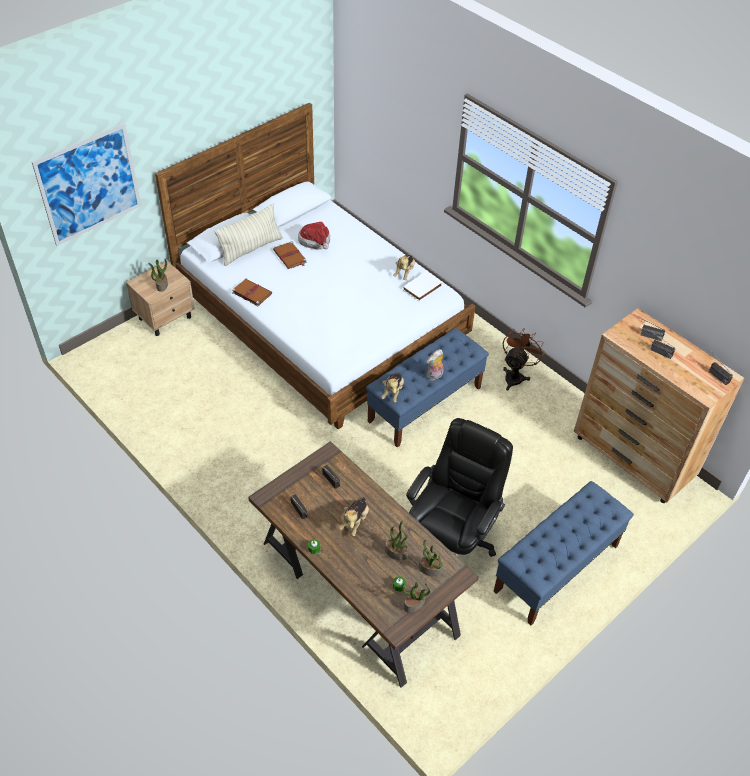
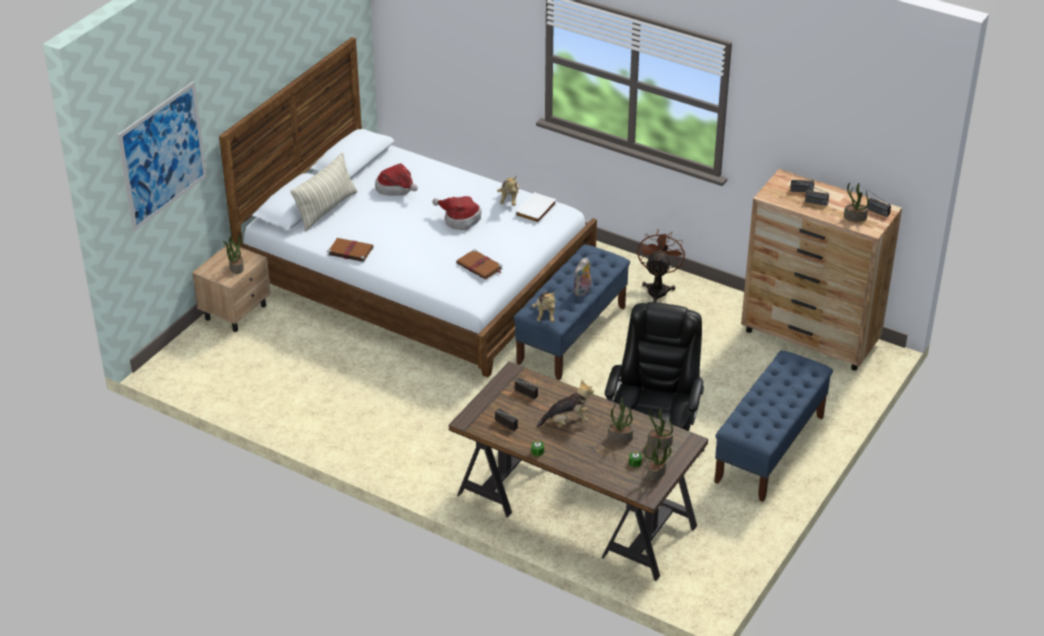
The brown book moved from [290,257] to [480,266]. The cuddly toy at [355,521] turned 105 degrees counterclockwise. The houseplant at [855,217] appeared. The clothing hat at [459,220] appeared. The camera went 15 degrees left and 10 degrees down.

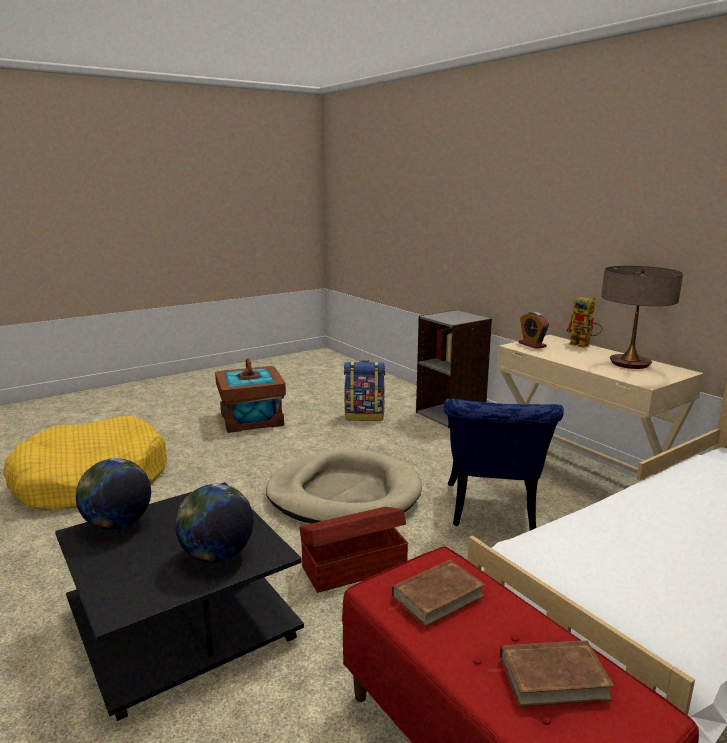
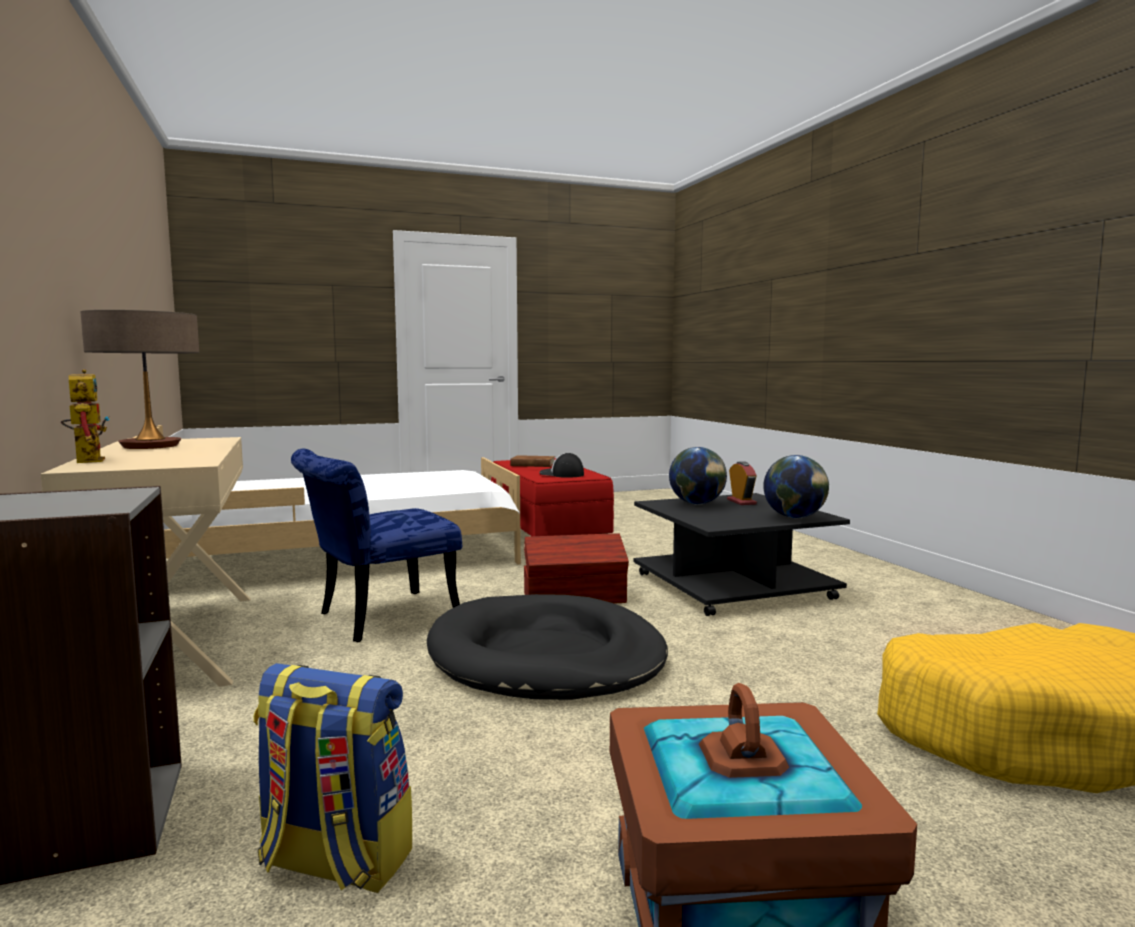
The bedside clock moved from [532,345] to [741,502]. The bluish upright chair at [491,513] turned 150 degrees counterclockwise. The beige dog bed at [344,494] became the blackish dog bed at [546,656]. The brown book at [437,596] was replaced by the peaked cap at [561,474]. The camera went 165 degrees left and 10 degrees down.

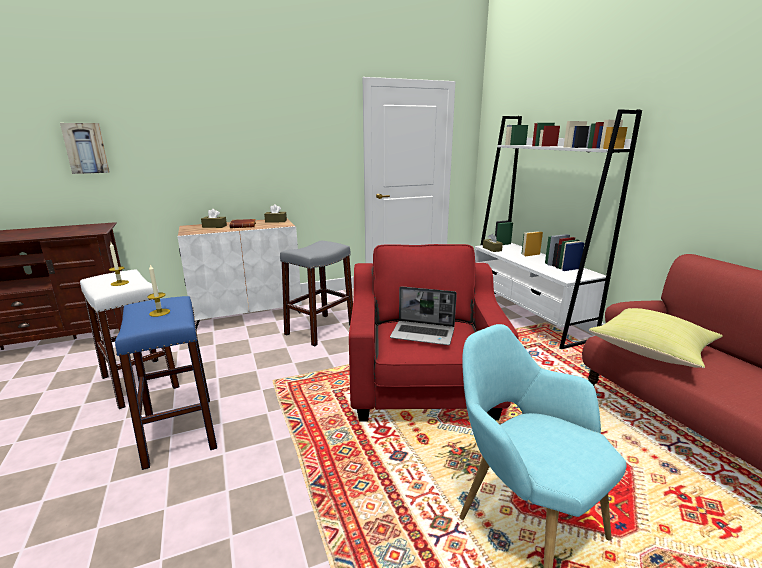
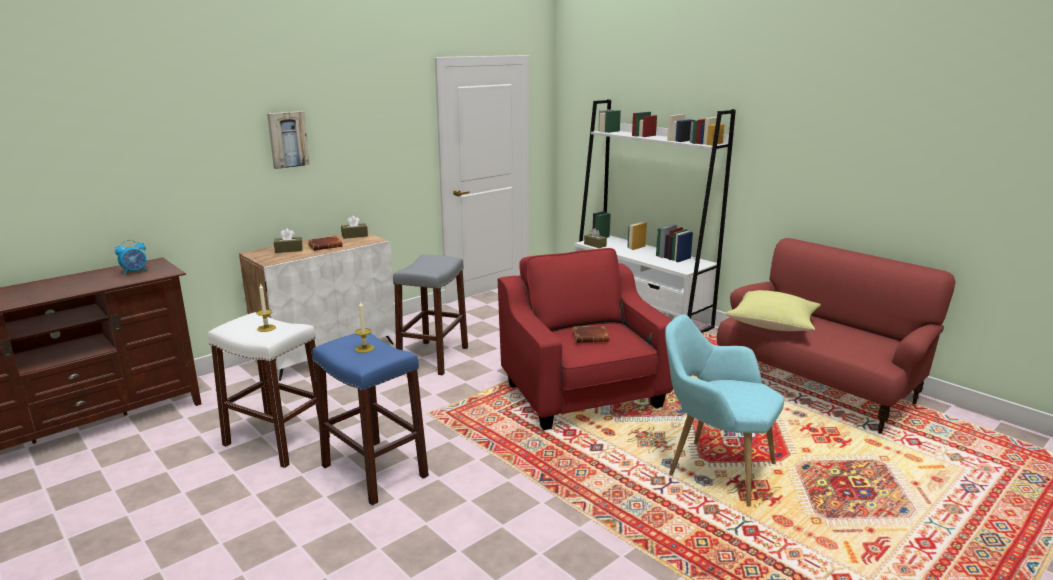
The wall picture moved from [86,148] to [287,139]. The notebook computer at [423,334] was replaced by the brown book at [591,337]. The bedside clock at [135,271] appeared. The camera went 20 degrees left and 0 degrees up.

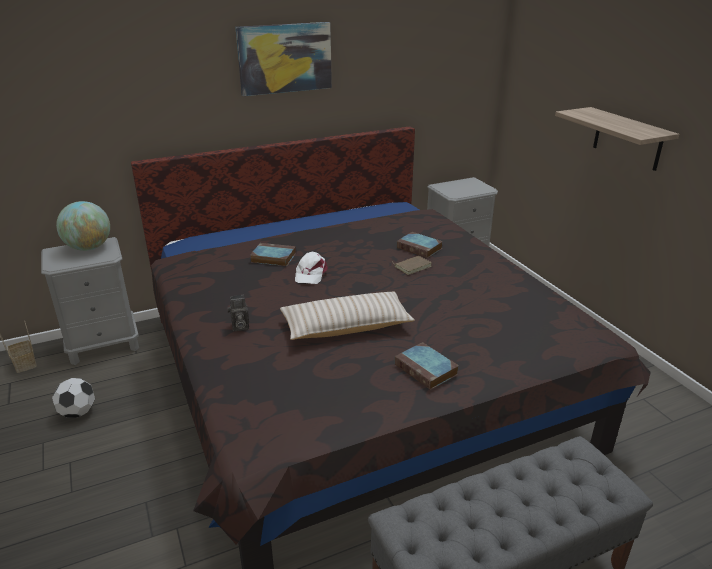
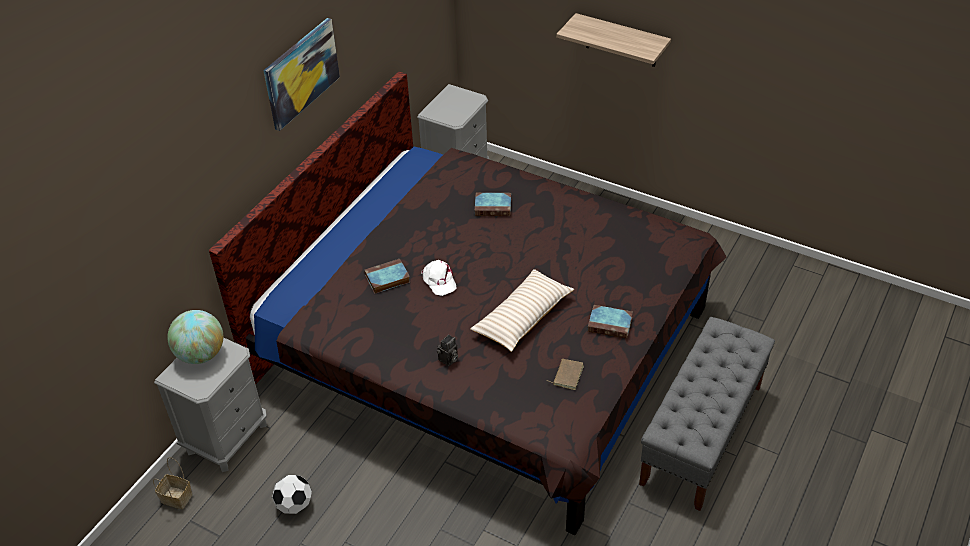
The brown book moved from [412,266] to [567,375]. The camera went 35 degrees left and 15 degrees up.

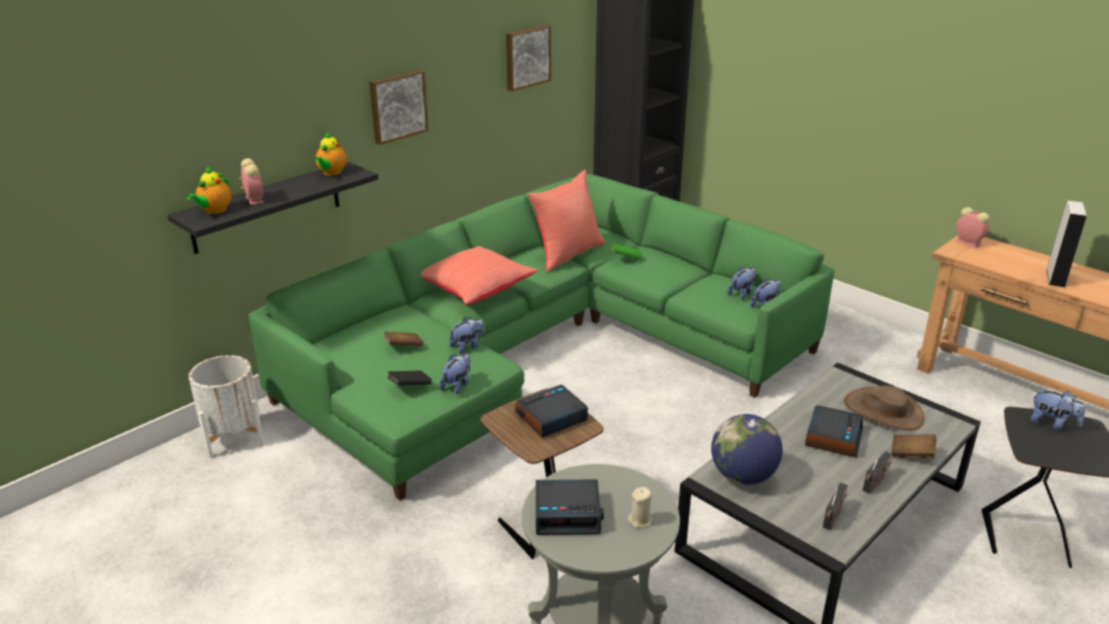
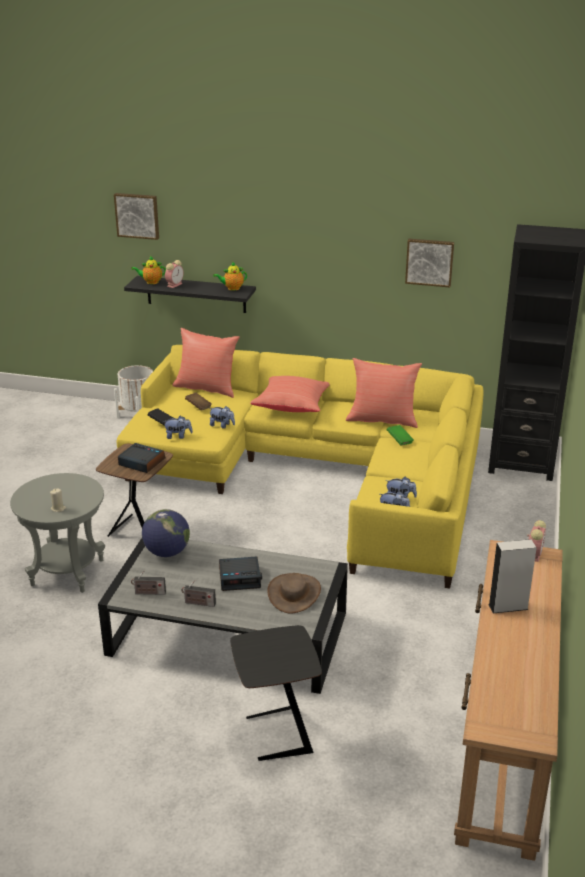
The wall picture moved from [397,106] to [137,215]. The green-coloured settee at [539,351] became the yellowish settee at [318,473]. The cuddly toy at [1052,423] disappeared. The brown book at [911,455] disappeared. The bedside clock at [568,513] disappeared. The red-coloured throw pillow at [207,388] appeared. The camera went 60 degrees right and 0 degrees up.

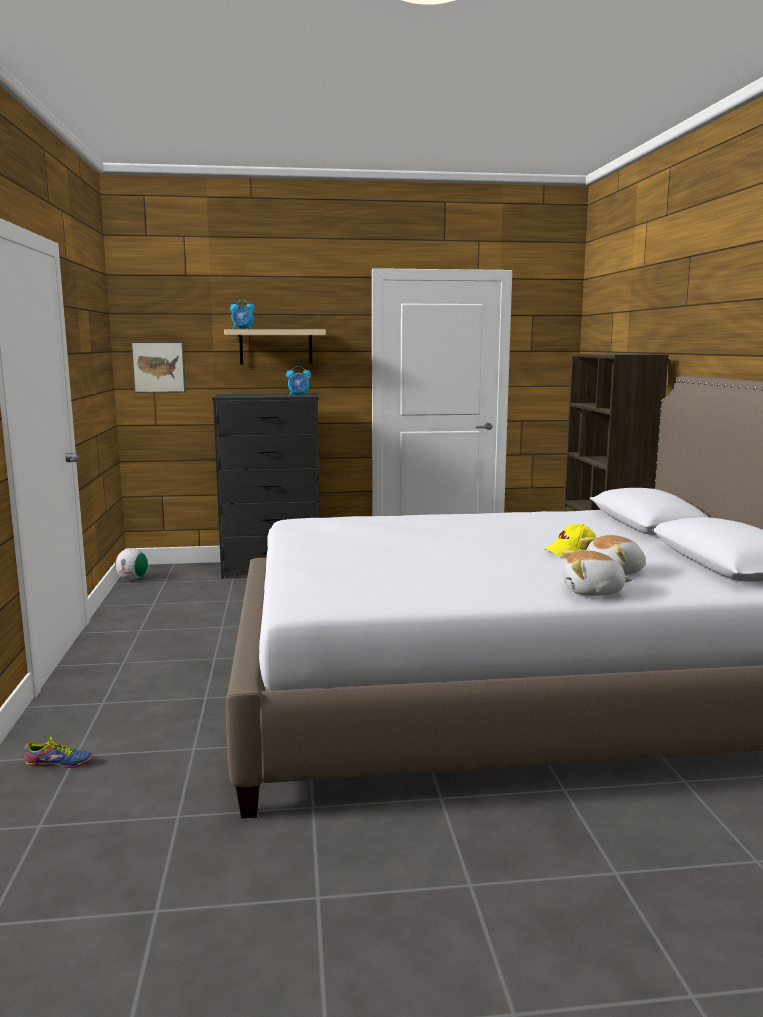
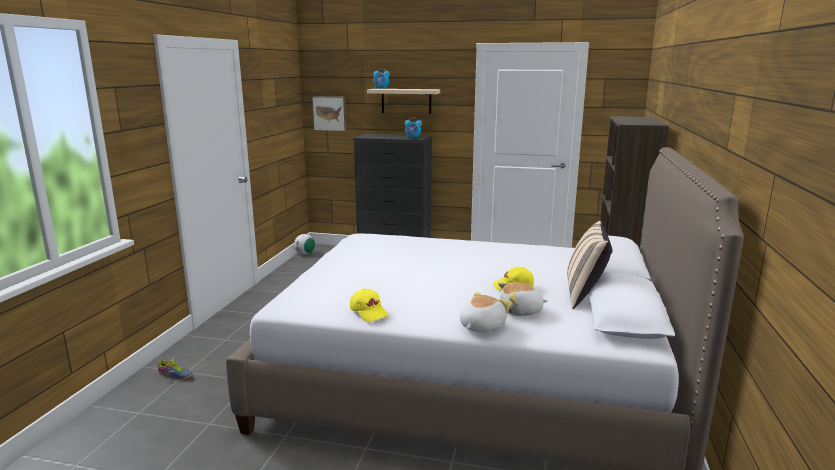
The cuddly toy at [593,592] turned 105 degrees clockwise. The beige throw pillow at [585,295] appeared. The yellowish peaked cap at [369,313] appeared. The camera went 20 degrees right and 5 degrees up.

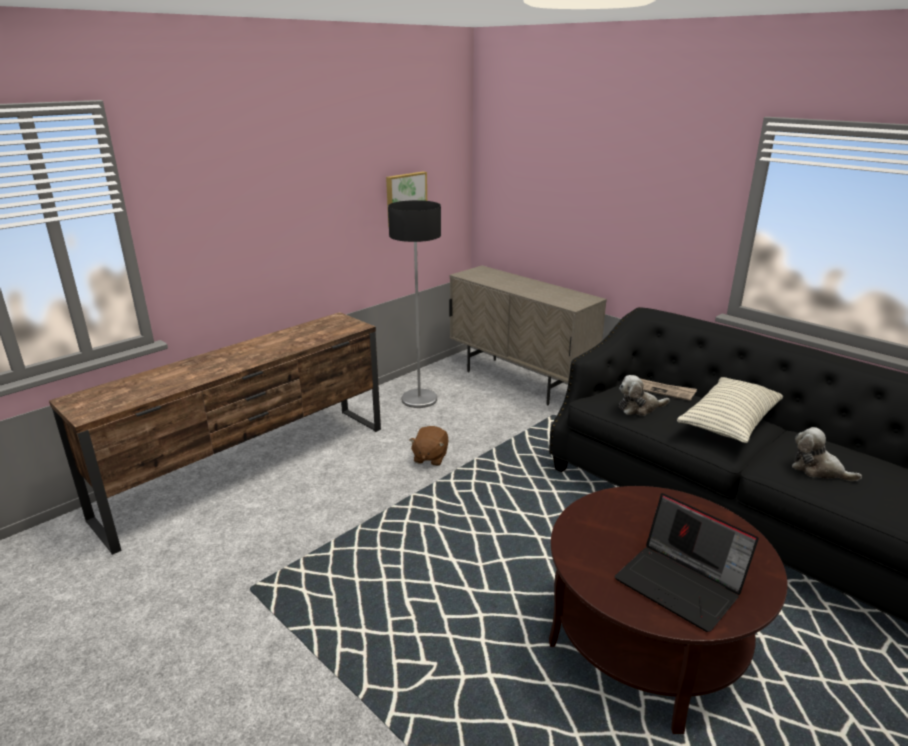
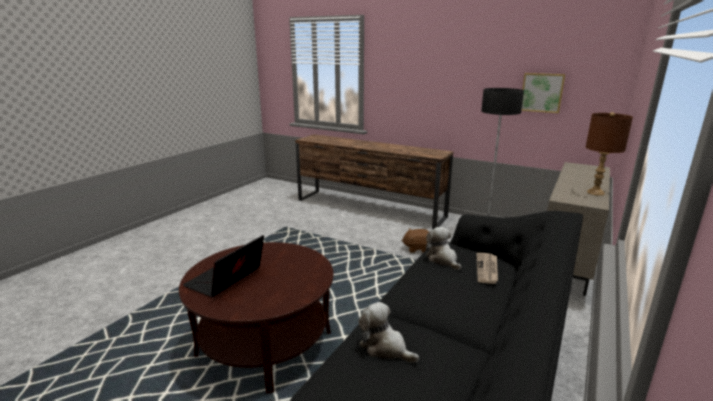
The throw pillow at [729,423] disappeared. The cuddly toy at [818,470] turned 75 degrees counterclockwise. The brown table lamp at [595,192] appeared. The camera went 75 degrees right and 5 degrees down.

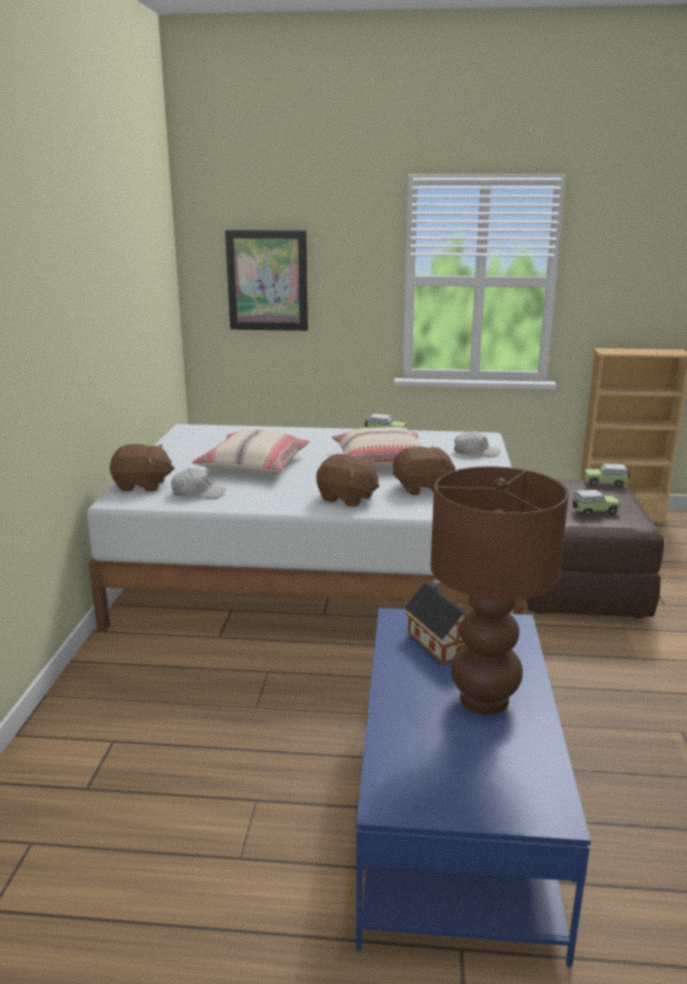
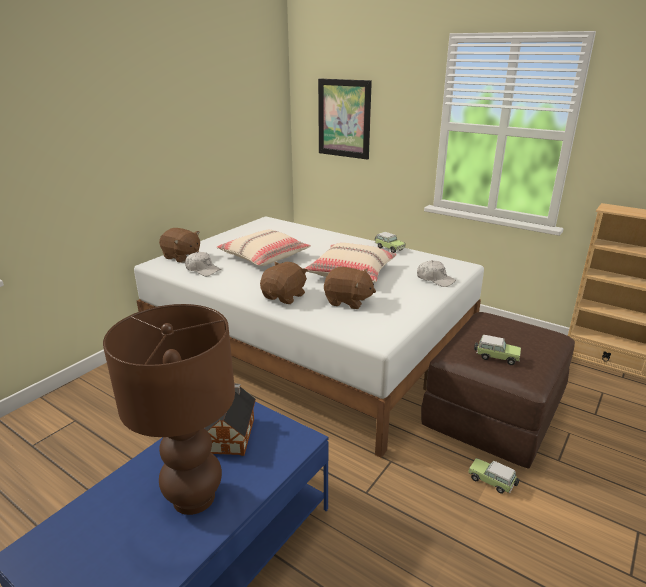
The brown cuddly toy at [347,498] turned 120 degrees counterclockwise. The model car moved from [606,483] to [492,482]. The camera went 30 degrees right and 5 degrees up.

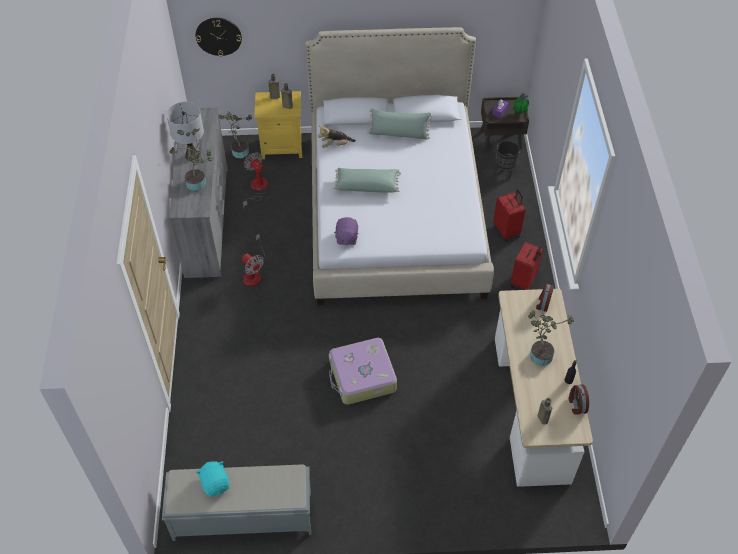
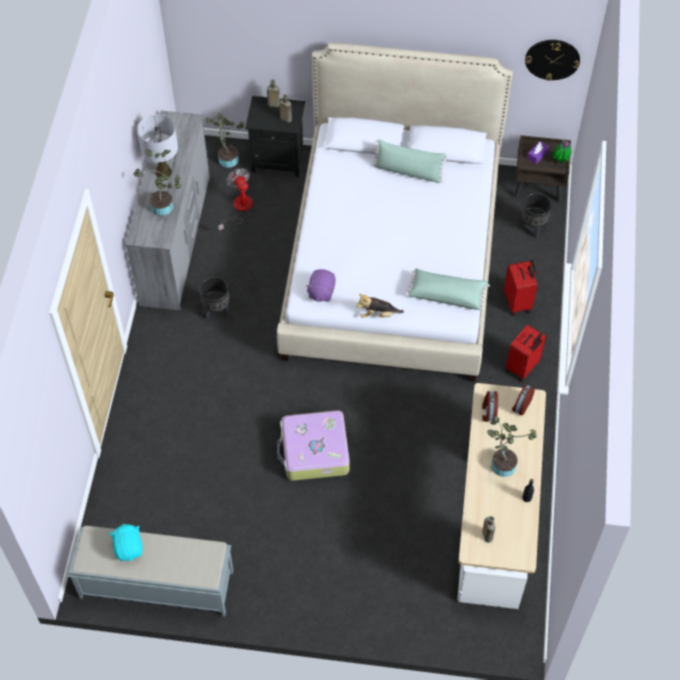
The clock on the wall moved from [218,36] to [552,59]. The yellowish nightstand at [282,147] became the blackish nightstand at [278,159]. The cuddly toy moved from [335,145] to [378,314]. The green-coloured throw pillow moved from [367,185] to [447,294]. The cooling fan at [253,273] was replaced by the blackish planter at [217,311]. The bedside clock moved from [576,405] to [488,412]. The camera went 10 degrees right and 5 degrees up.

